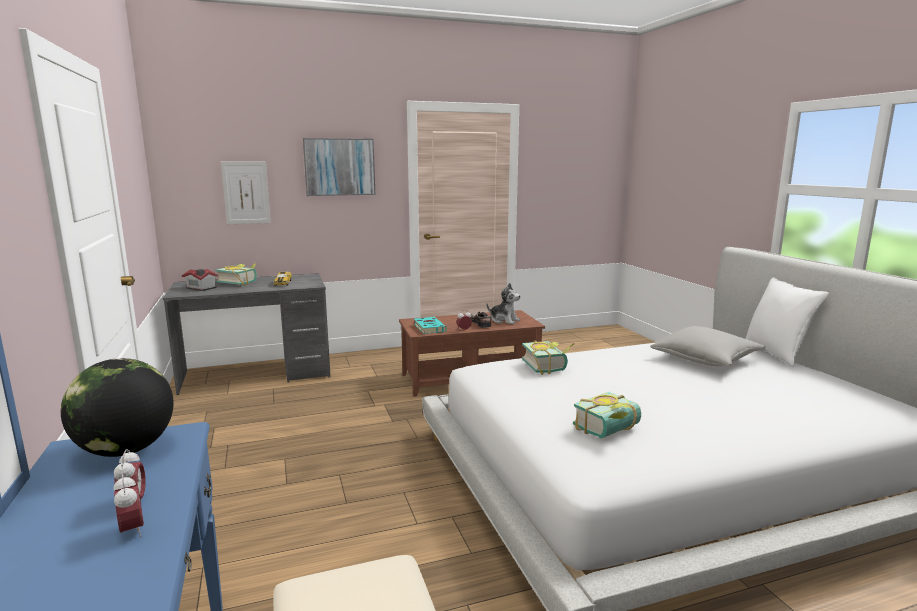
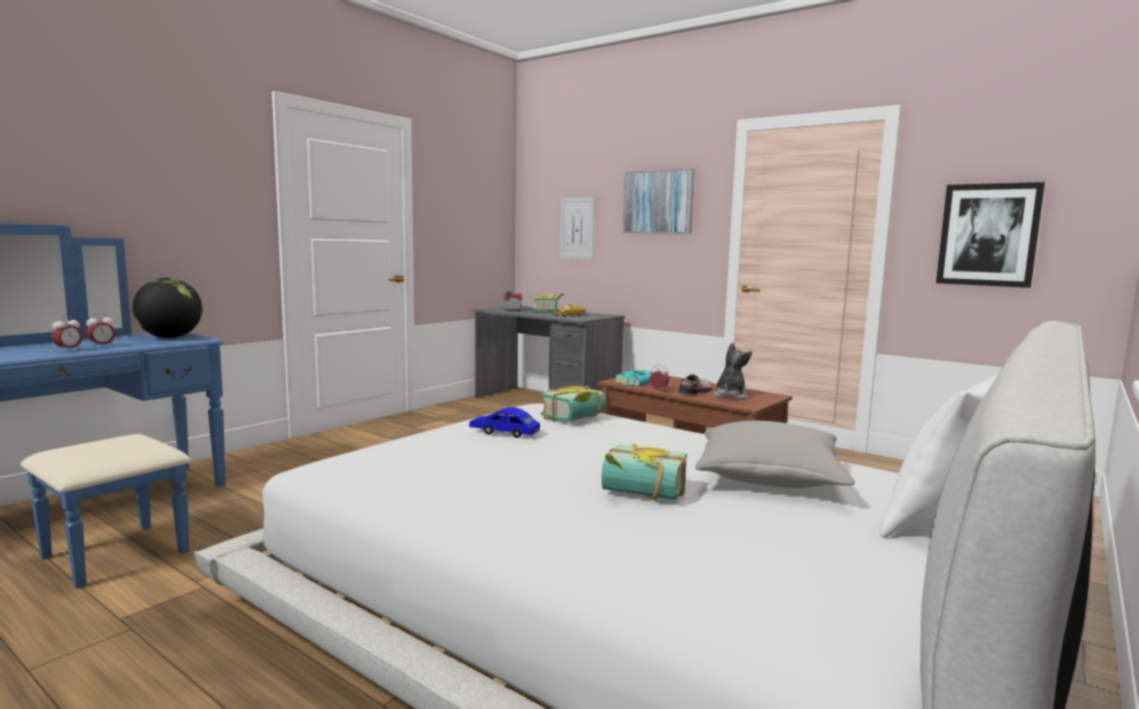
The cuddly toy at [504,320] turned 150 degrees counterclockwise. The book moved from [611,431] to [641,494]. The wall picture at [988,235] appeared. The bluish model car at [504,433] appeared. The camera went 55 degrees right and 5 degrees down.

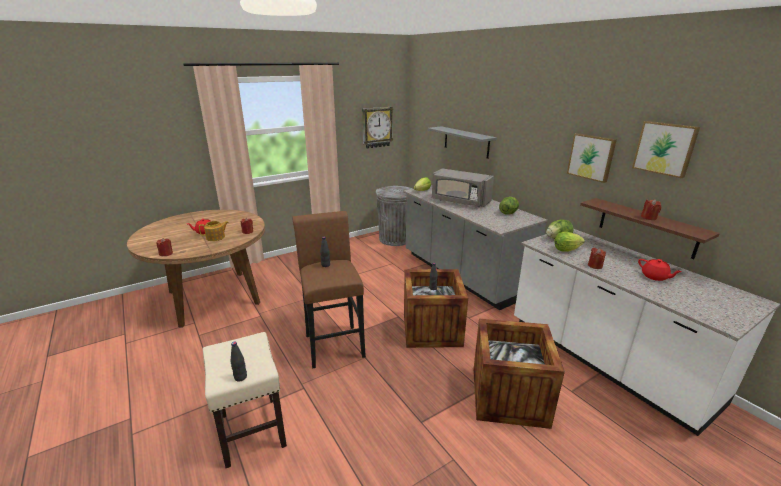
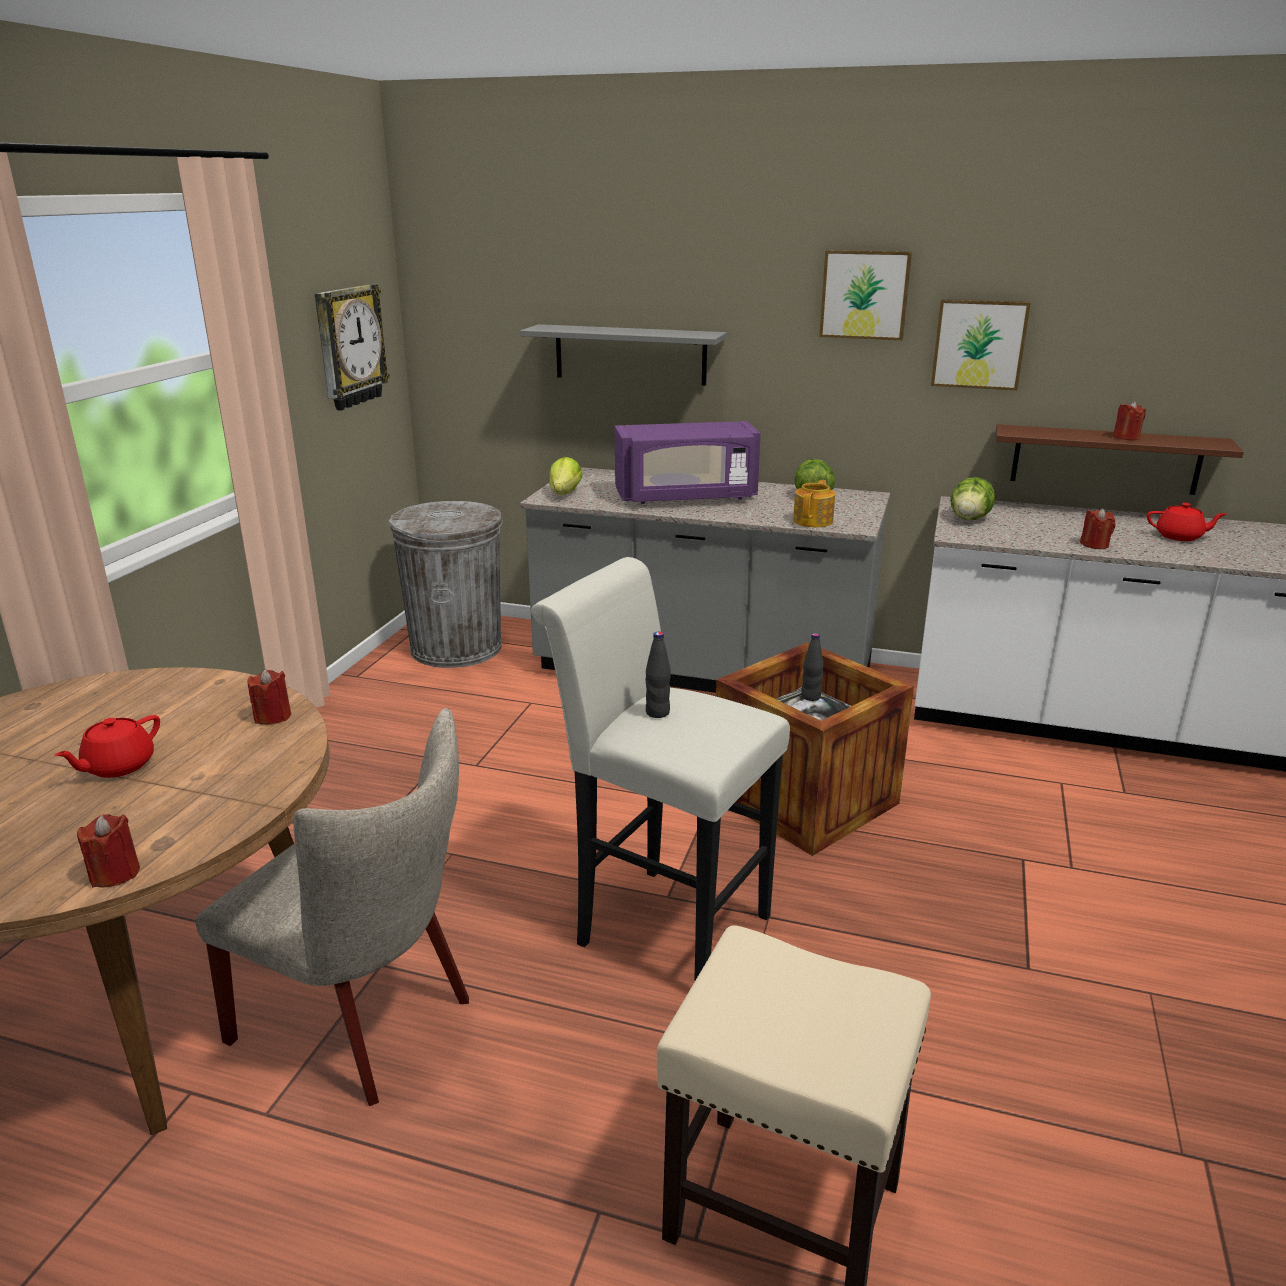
The wall picture moved from [665,148] to [865,294]. The greyish microwave oven at [460,201] became the purple microwave oven at [686,497]. The brown stool seat at [333,342] became the whitish stool seat at [662,925]. The teapot moved from [216,237] to [813,521]. The head of lettuce at [566,249] disappeared. The shipping crate at [509,396] disappeared. The blackish beverage bottle at [240,377] disappeared. The beige upright chair at [365,1022] appeared. The camera went 40 degrees left and 0 degrees up.

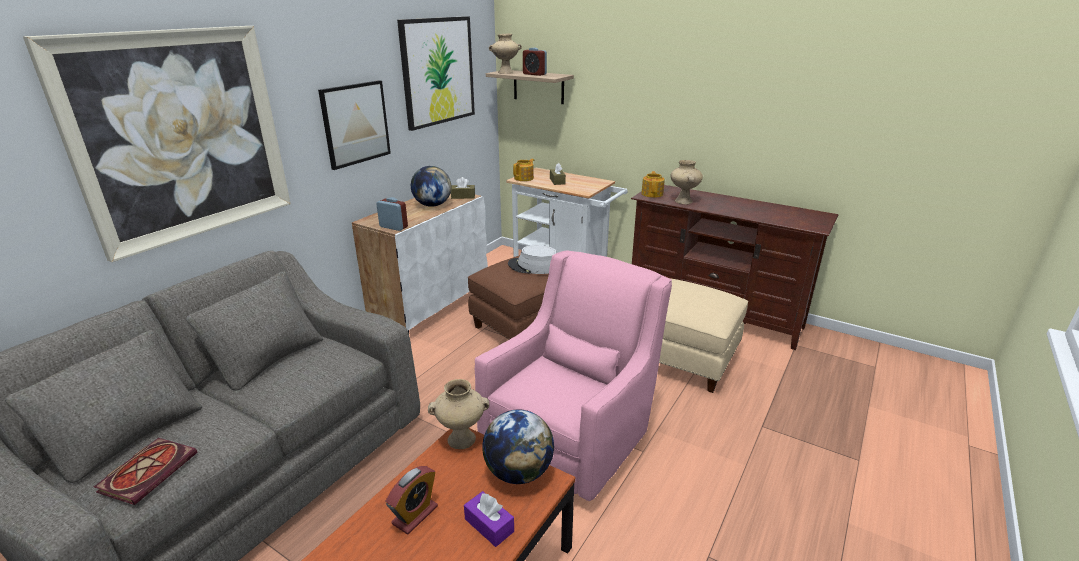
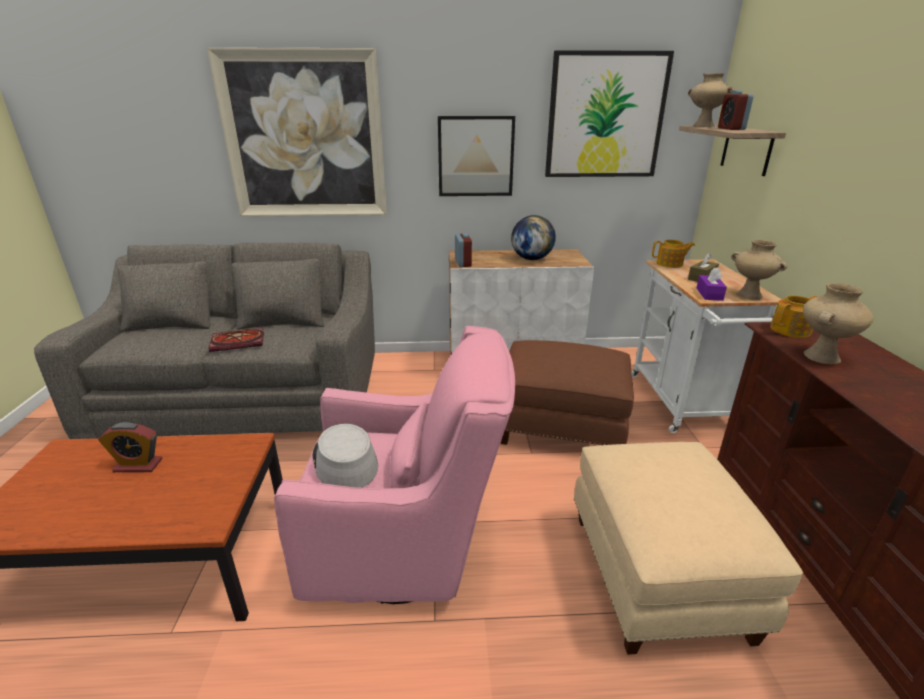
The brown box of tissues at [463,196] disappeared. The greyish clothing hat moved from [533,266] to [344,461]. The beige decorative vase moved from [462,439] to [750,295]. The desk globe at [519,472] disappeared. The book moved from [149,471] to [239,341]. The purple box of tissues moved from [489,525] to [709,294]. The camera went 55 degrees right and 0 degrees up.

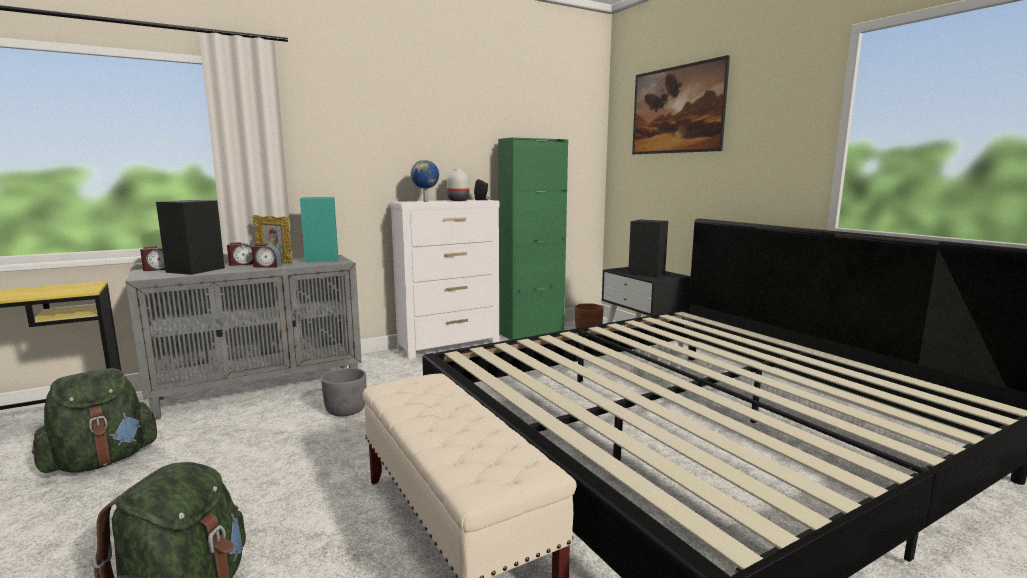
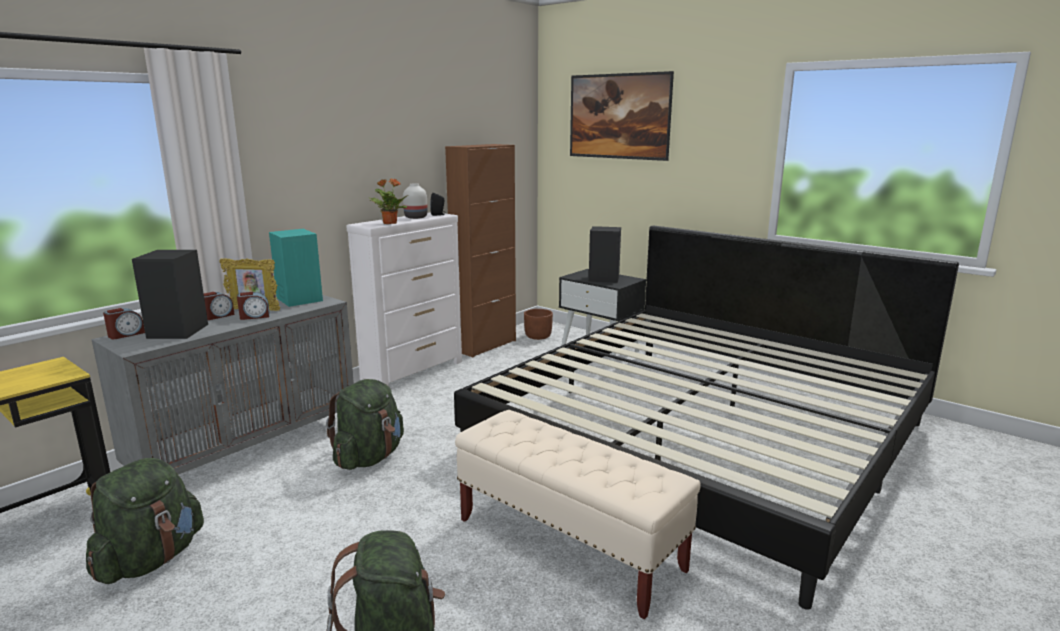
The green-coloured storage cabinet at [531,332] became the brown storage cabinet at [485,345]. The desk globe at [426,201] was replaced by the houseplant at [389,223]. The greyish planter at [346,410] was replaced by the green-coloured knapsack at [369,458]. The camera went 20 degrees left and 5 degrees up.

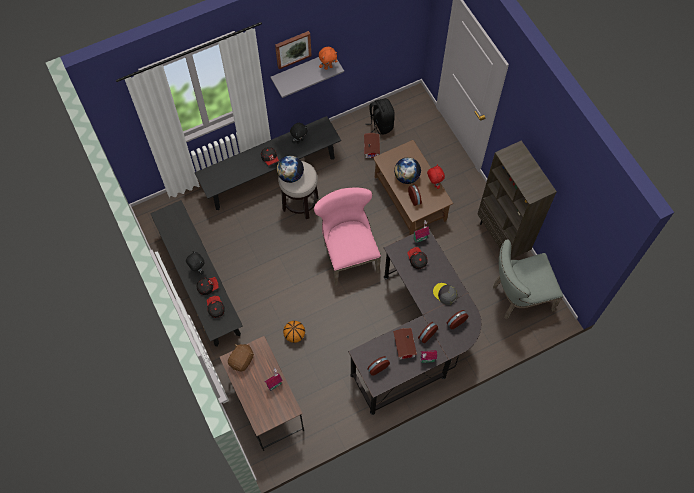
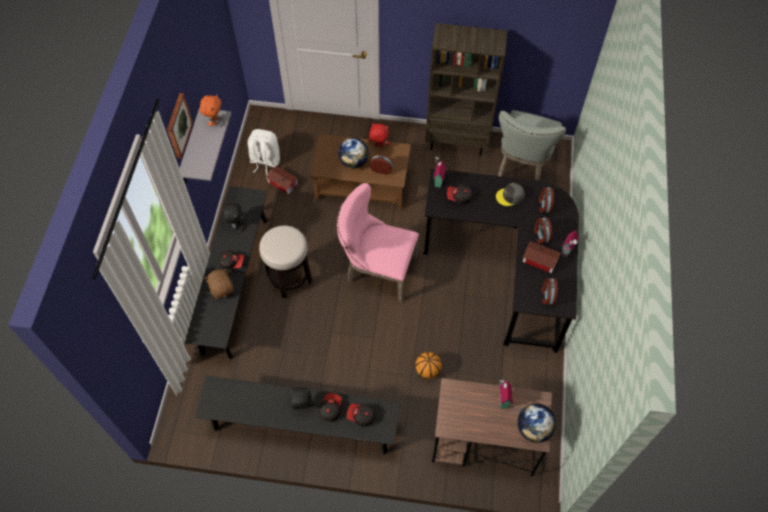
The blackish knapsack at [380,124] became the whitish knapsack at [265,161]. The desk globe moved from [290,175] to [533,429]. The brown cuddly toy moved from [242,360] to [222,288]. The camera went 55 degrees left and 5 degrees down.

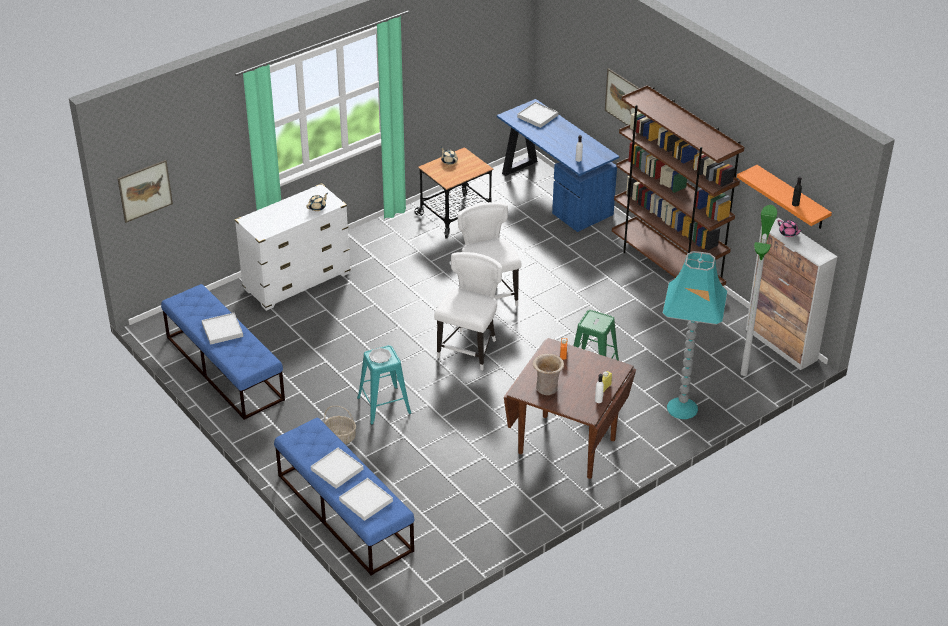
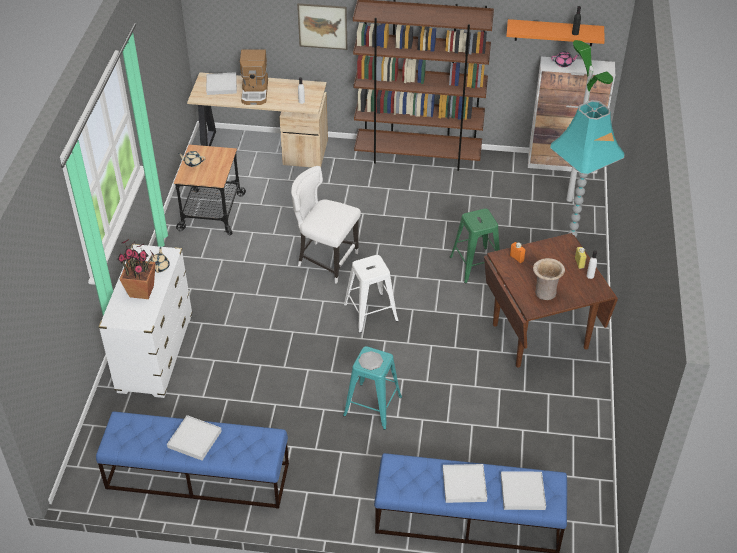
The bluish desk at [554,192] became the beige desk at [262,148]. The wall picture at [145,190] disappeared. The whitish upright chair at [469,349] was replaced by the whitish stool seat at [371,312]. The basket at [339,437] disappeared. The coffee maker at [255,92] appeared. The houseplant at [142,291] appeared. The camera went 45 degrees left and 5 degrees up.

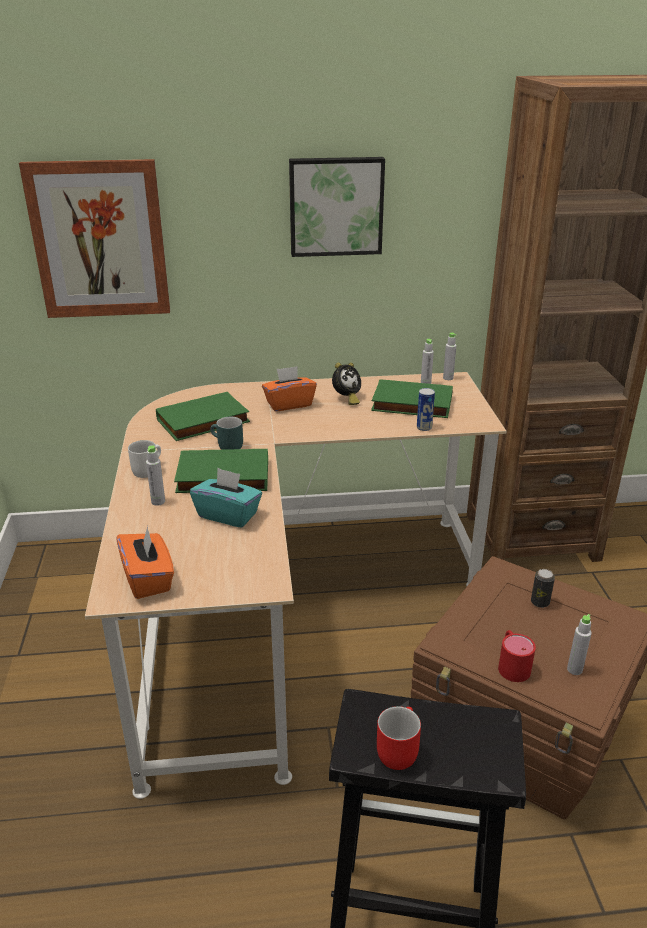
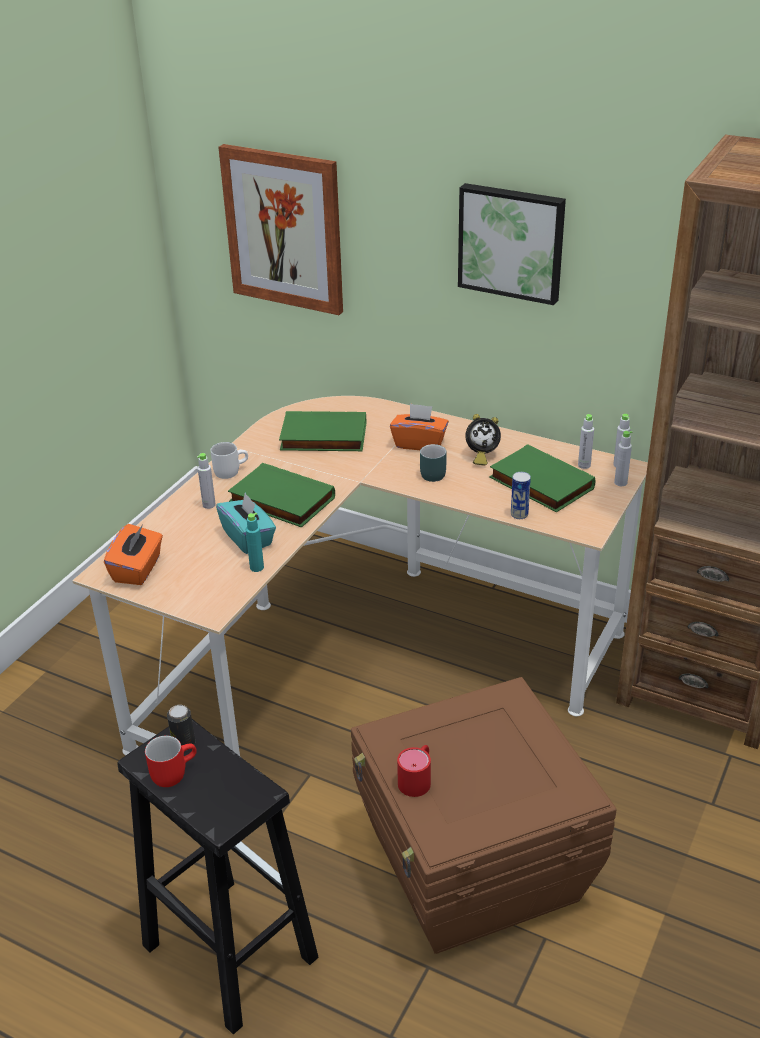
The turquoise-coloured tea mug moved from [226,446] to [429,474]. The metal can moved from [540,602] to [183,744]. The greyish beverage bottle moved from [574,669] to [620,483]. The turquoise-coloured beverage bottle at [256,567] appeared. The camera went 35 degrees right and 5 degrees up.

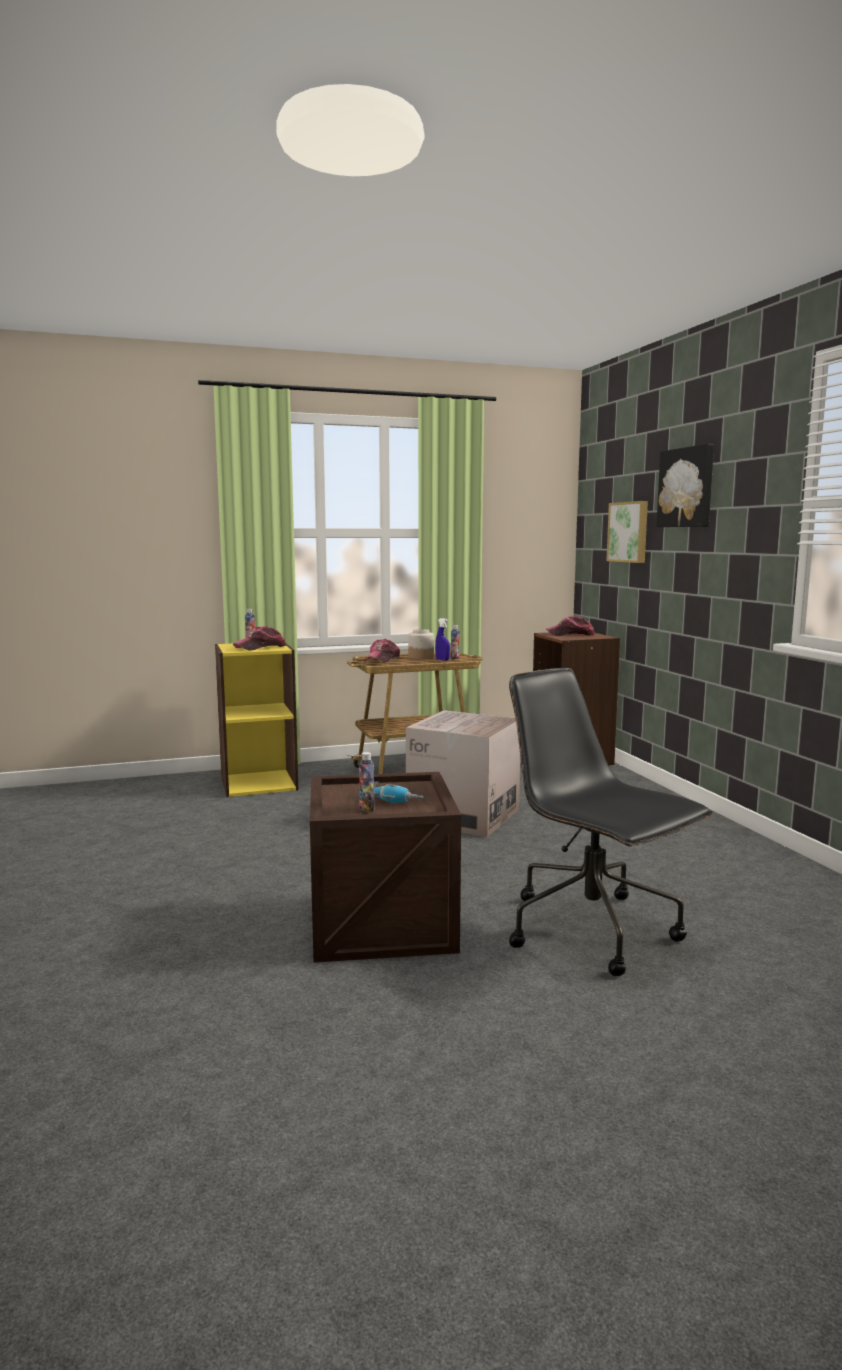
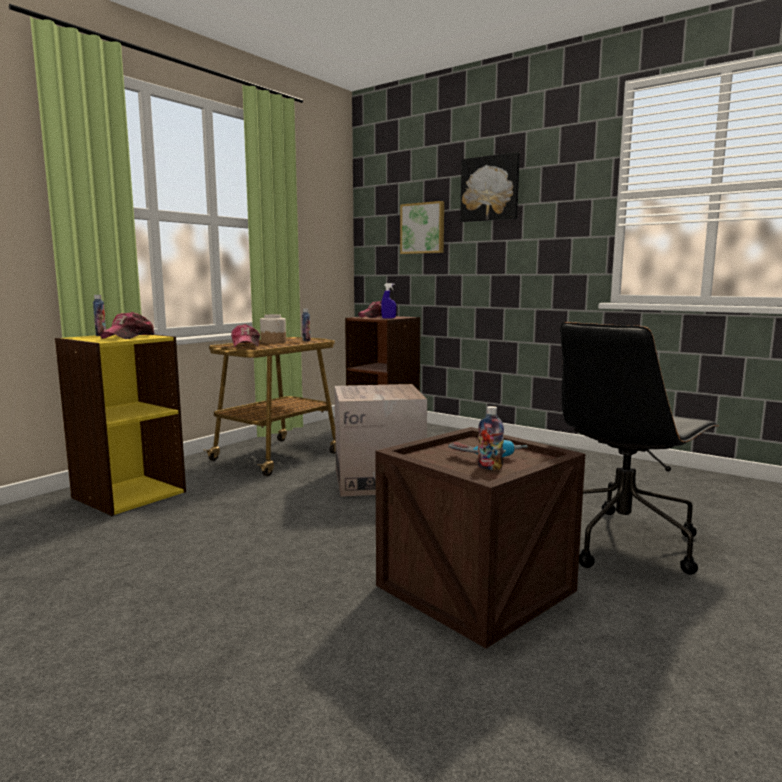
The bluish sprayer moved from [442,660] to [388,318]. The blackish office chair at [593,931] turned 60 degrees counterclockwise. The camera went 35 degrees left and 0 degrees up.

